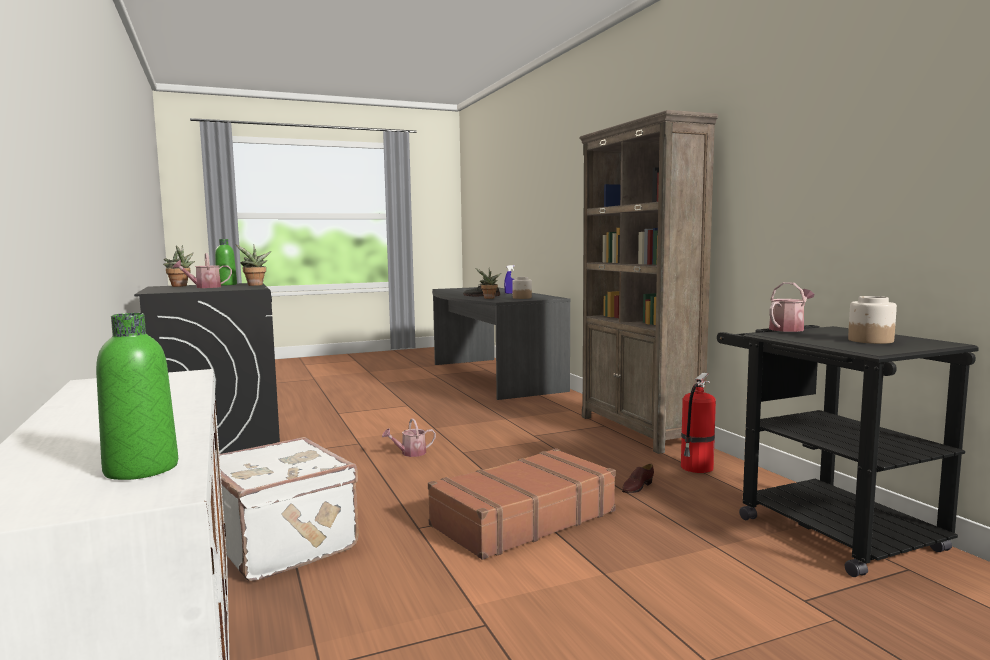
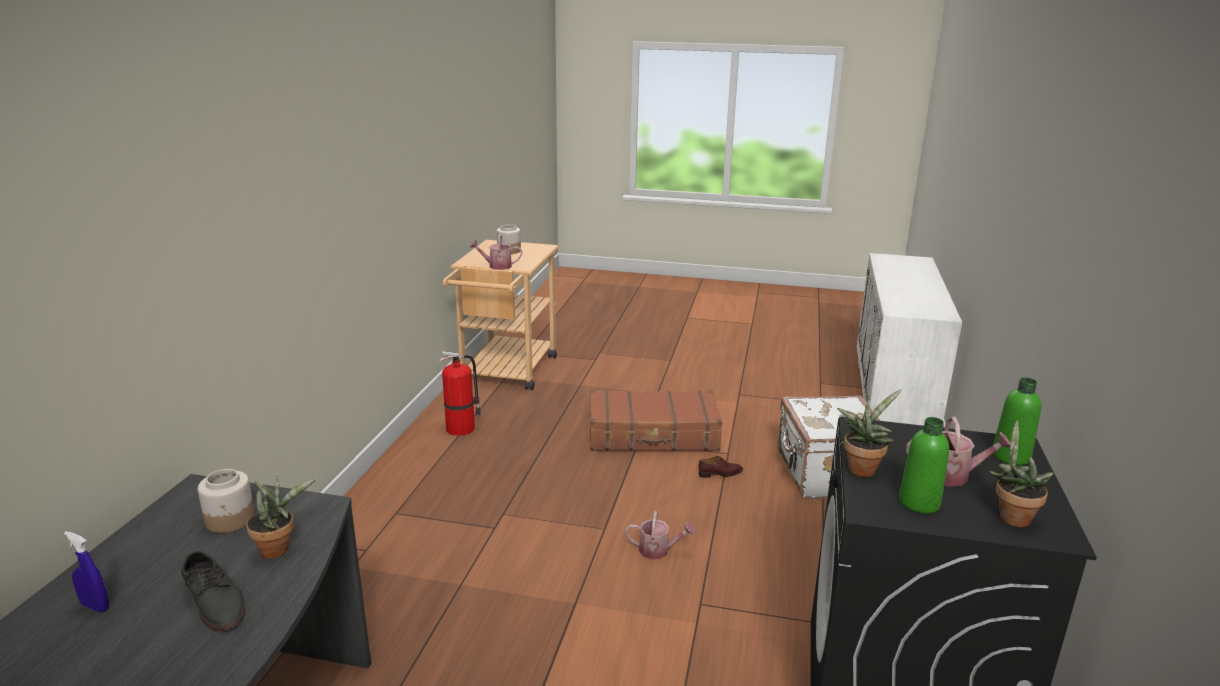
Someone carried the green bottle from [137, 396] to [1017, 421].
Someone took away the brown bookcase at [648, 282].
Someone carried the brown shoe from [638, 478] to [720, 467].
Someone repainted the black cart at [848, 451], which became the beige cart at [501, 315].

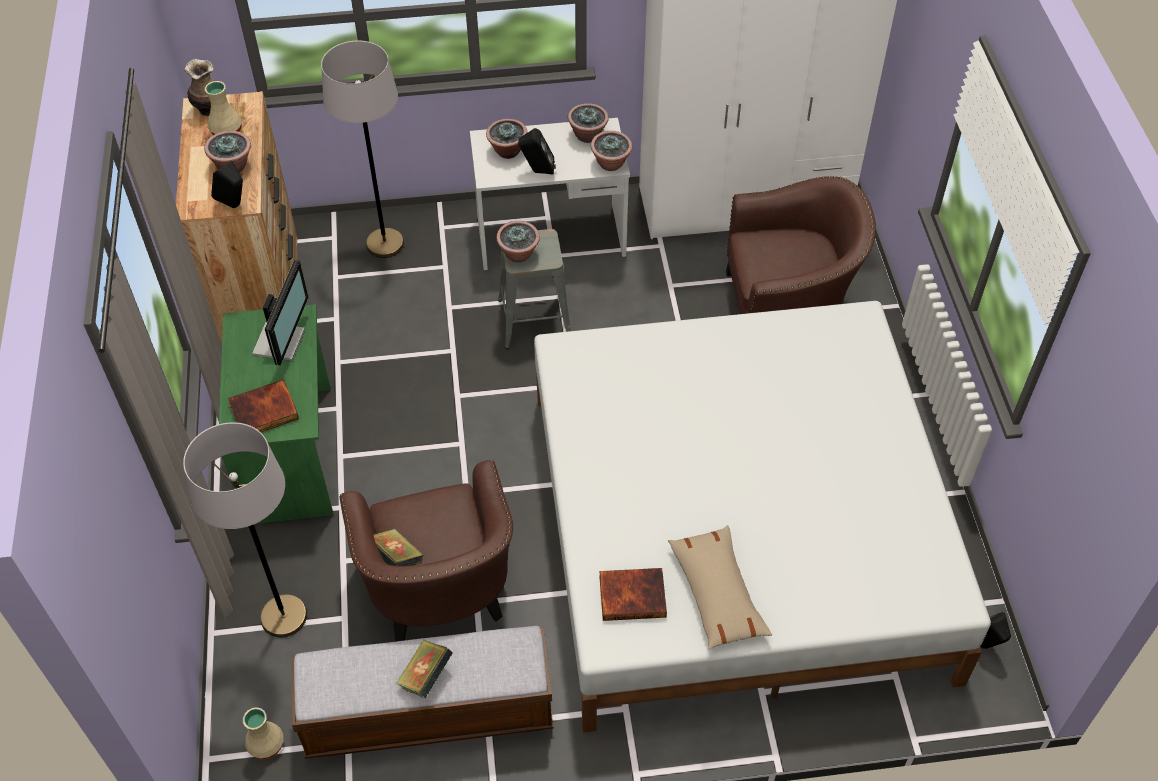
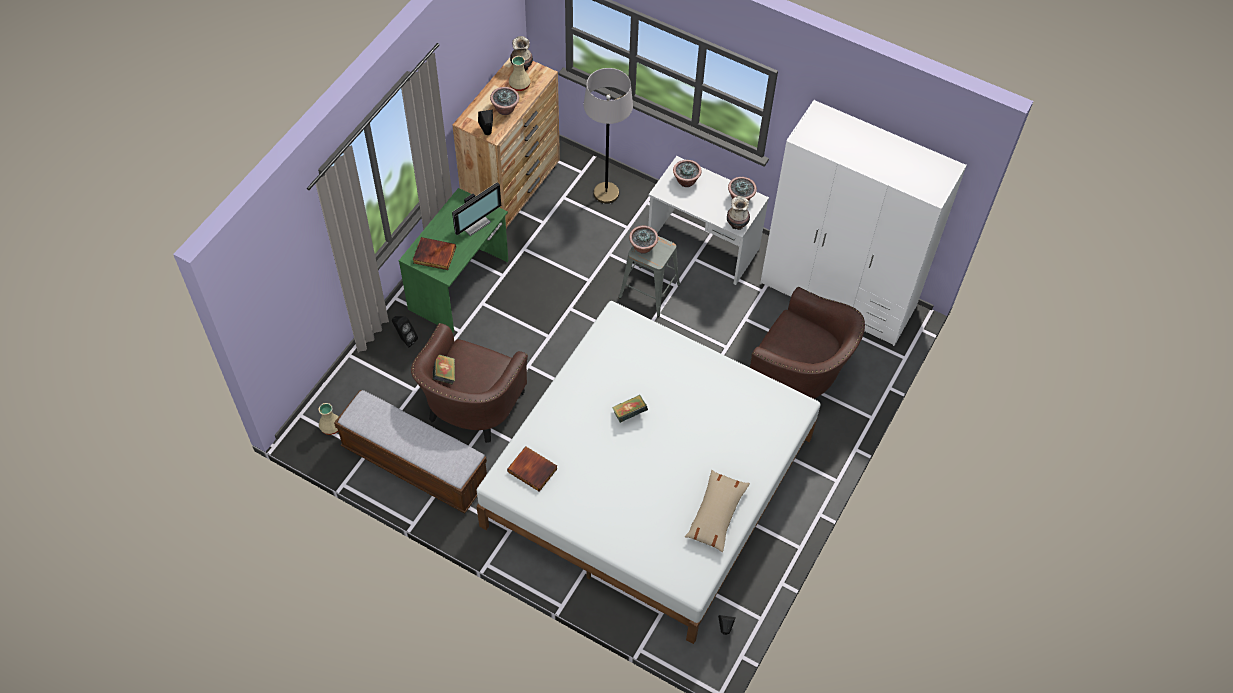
Someone took away the grey floor lamp at [245, 529].
Someone carried the book from [424, 669] to [630, 409].
Someone carried the black speaker from [537, 151] to [405, 331].
Someone swapped the potted plant at [611, 151] for the vase at [738, 213].
Someone carried the beige pillow from [720, 587] to [717, 511].

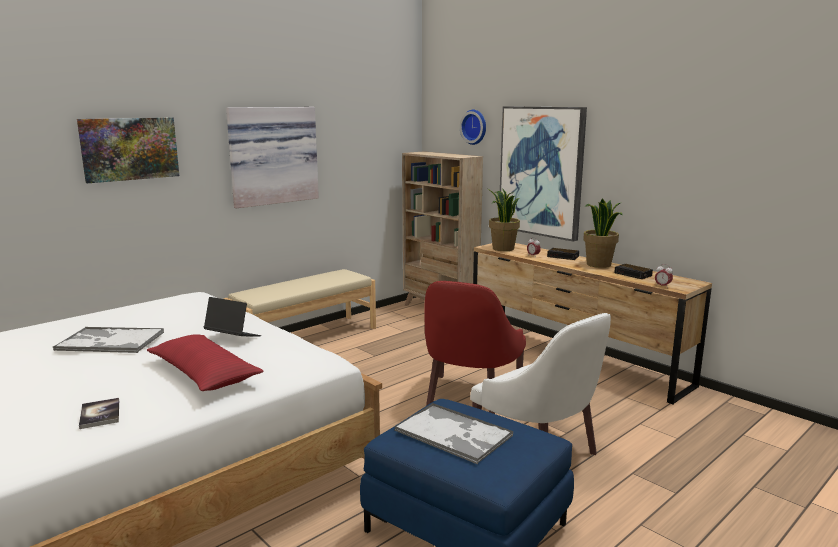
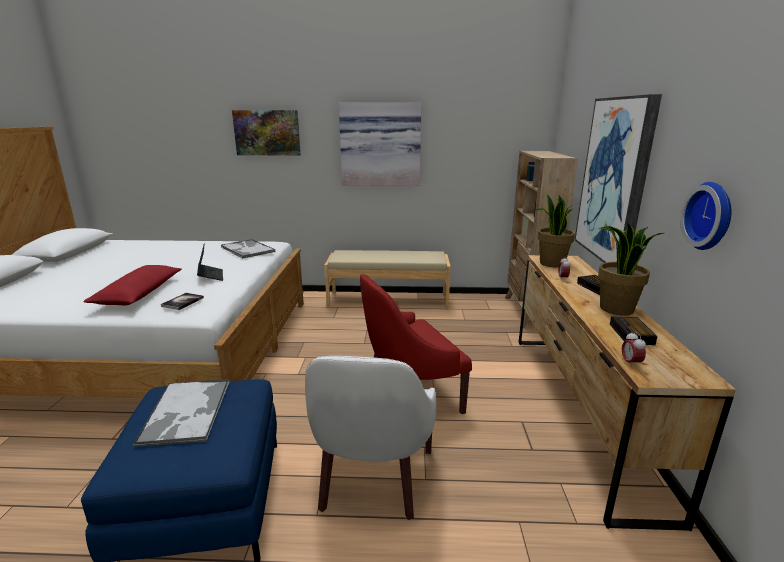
Someone carried the tray from [108, 340] to [248, 249].
Someone carried the book from [99, 413] to [182, 301].
Someone carried the wall clock from [473, 127] to [706, 216].

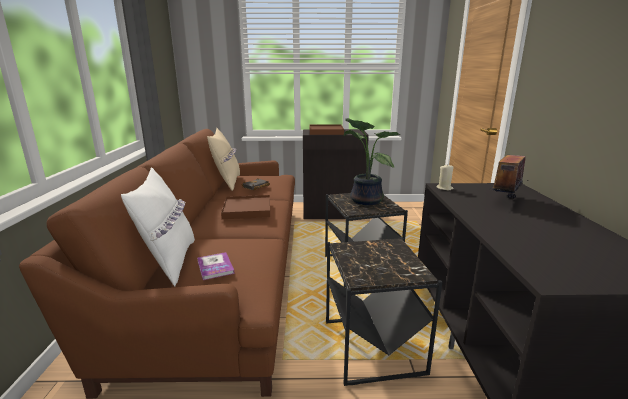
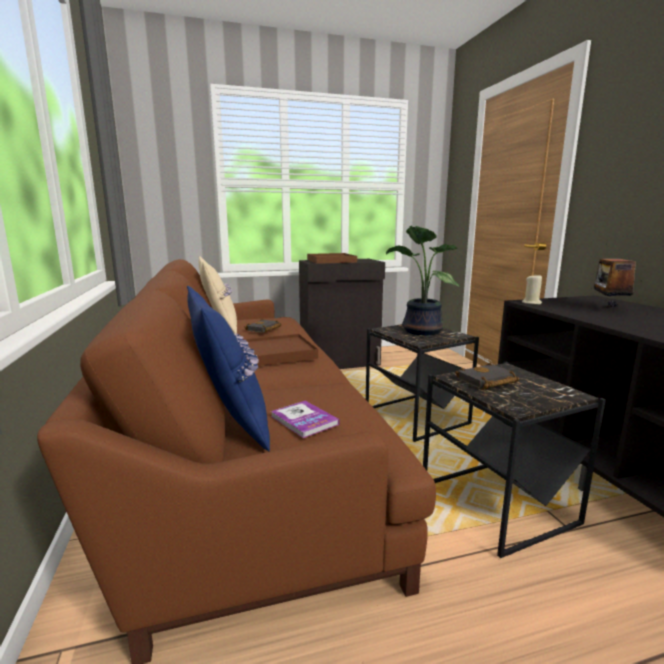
Someone repainted the white pillow at [158, 226], which became the blue pillow at [228, 368].
Someone put down the black book at [487, 376].

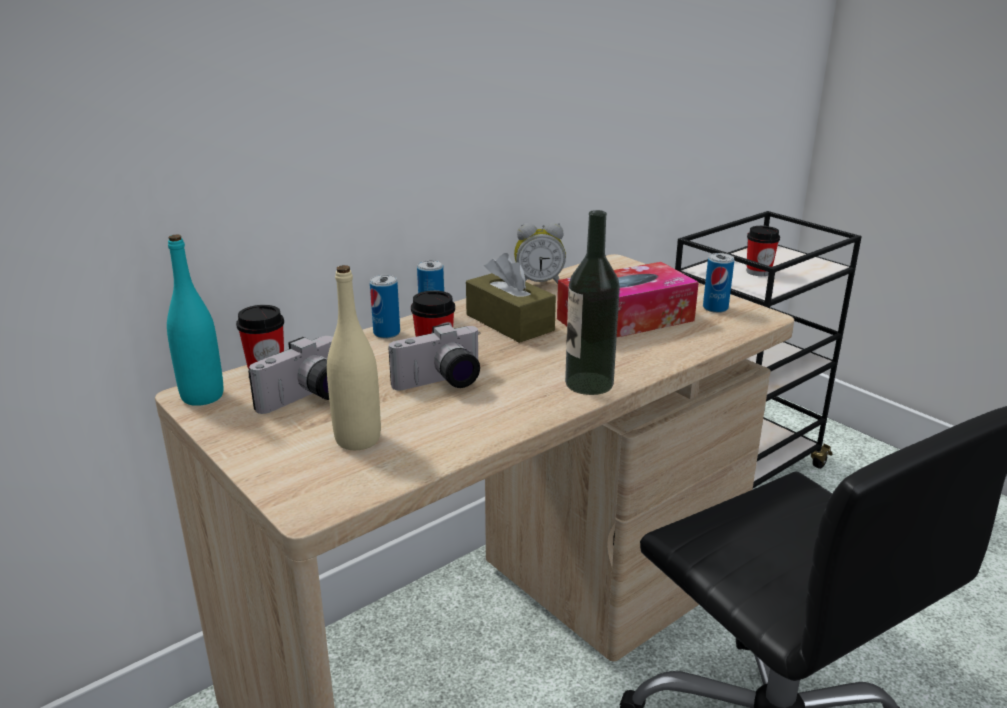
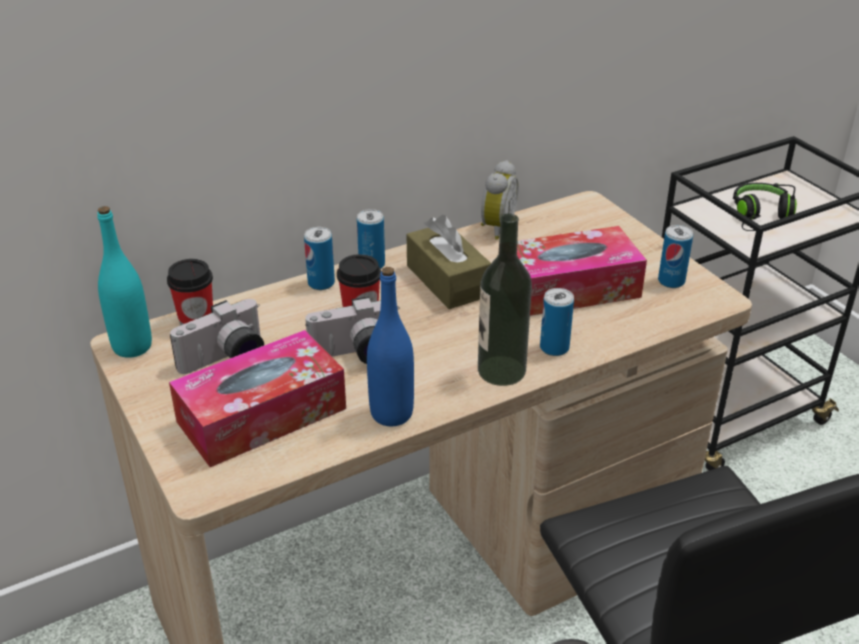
Someone swapped the beige bottle at [354, 357] for the tissue box at [257, 398].
Someone rotated the alarm clock at [540, 253] by 75 degrees counterclockwise.
Someone swapped the cup at [763, 251] for the black headphones at [765, 207].
Someone put down the blue bottle at [390, 346].
Someone put down the can at [557, 322].

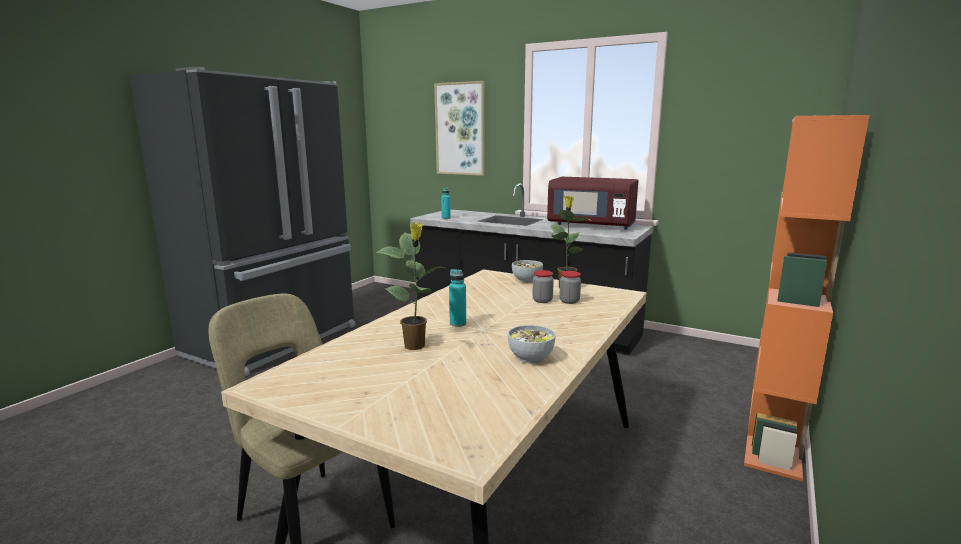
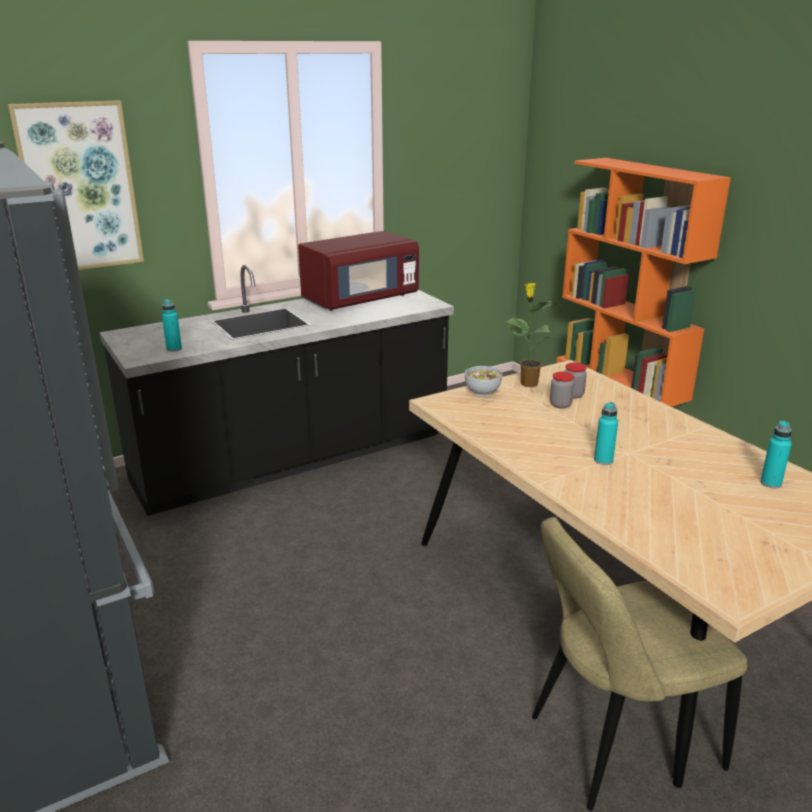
Someone took away the potted plant at [411, 286].
Someone took away the bowl at [531, 344].
Someone put down the turquoise bottle at [776, 454].

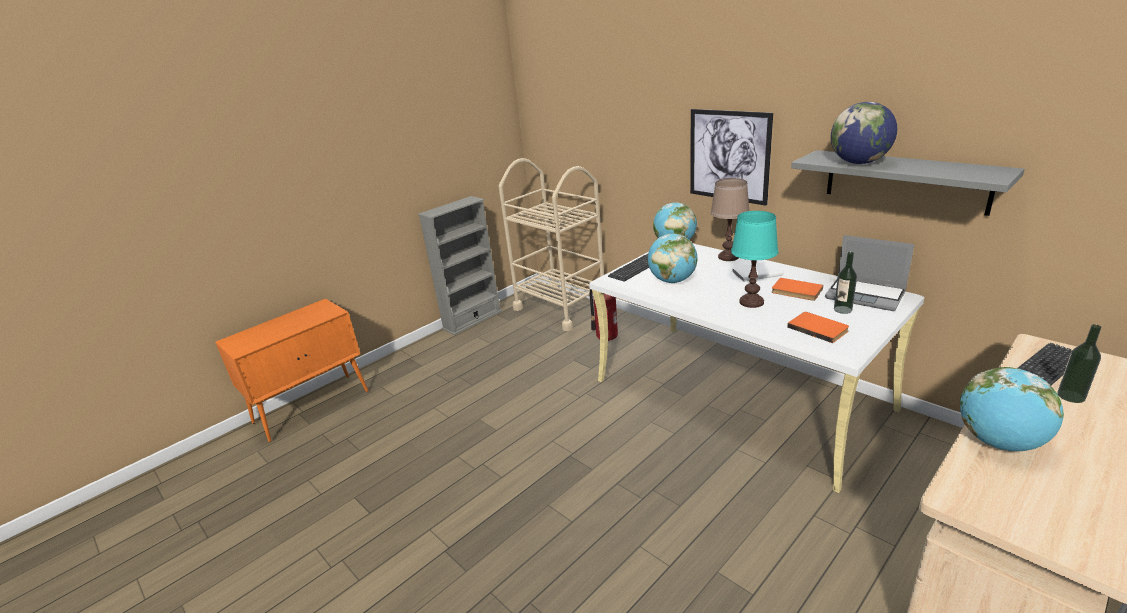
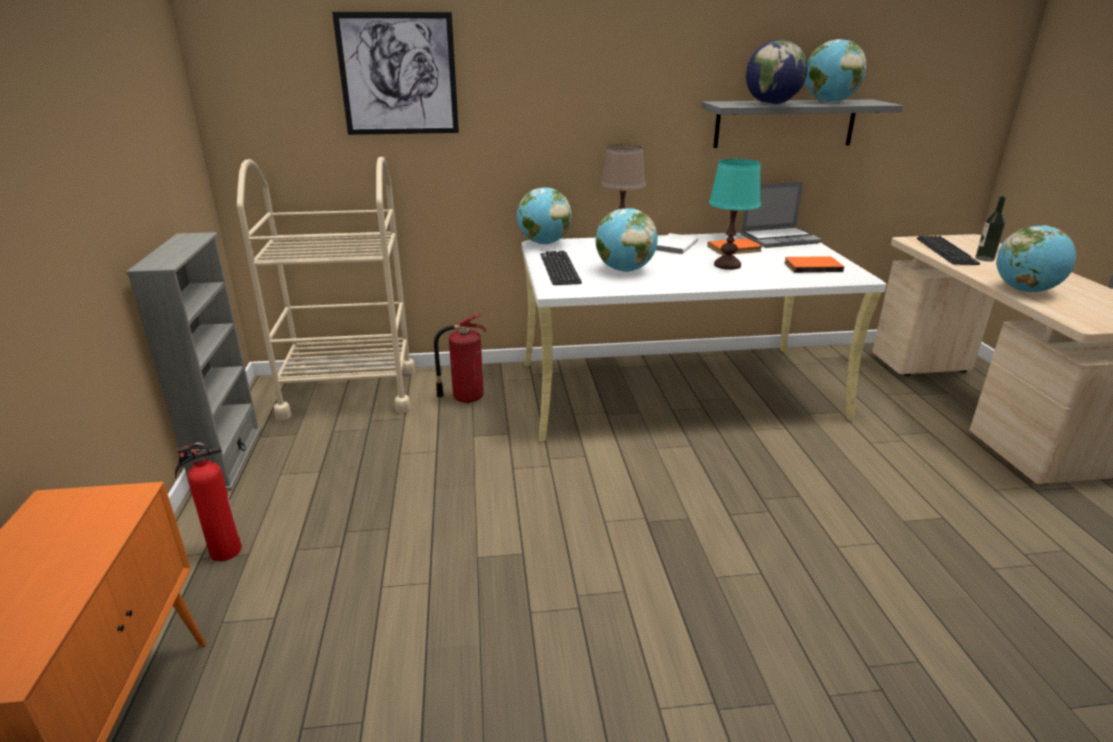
Someone carried the picture from [731, 157] to [395, 73].
Someone took away the bottle at [845, 283].
Someone put down the fire extinguisher at [208, 501].
Someone put down the globe at [835, 71].

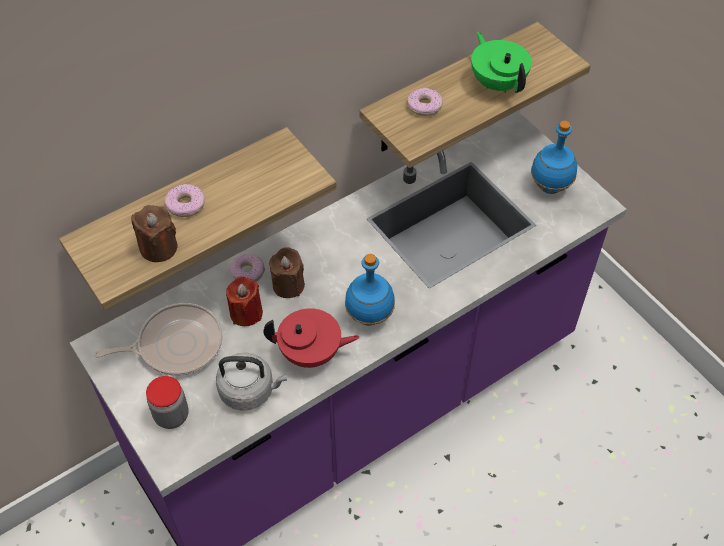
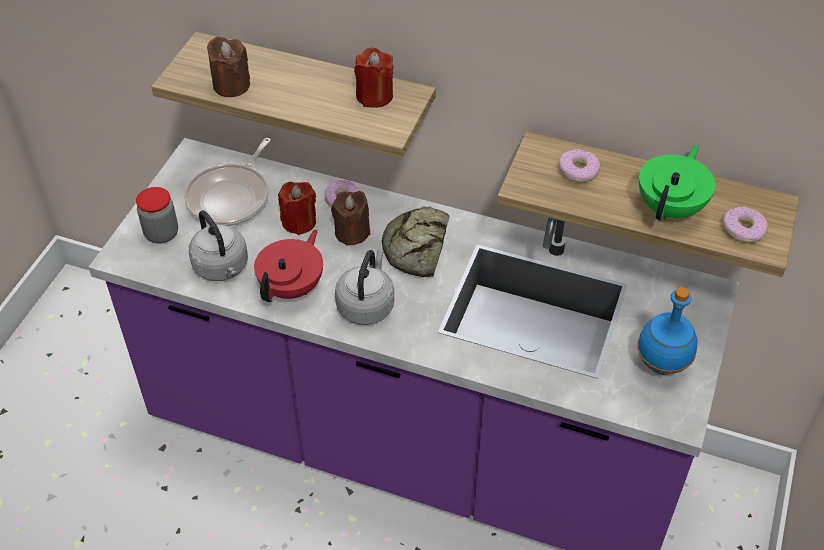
Someone rotated the frying pan at [158, 339] by 75 degrees clockwise.
Someone carried the donut from [185, 200] to [745, 224].
Someone rotated the red teapot at [312, 338] by 120 degrees counterclockwise.
Someone swapped the blue bottle at [370, 290] for the grey kettle at [364, 287].
Someone put down the red candle at [374, 78].
Someone put down the bread at [415, 241].

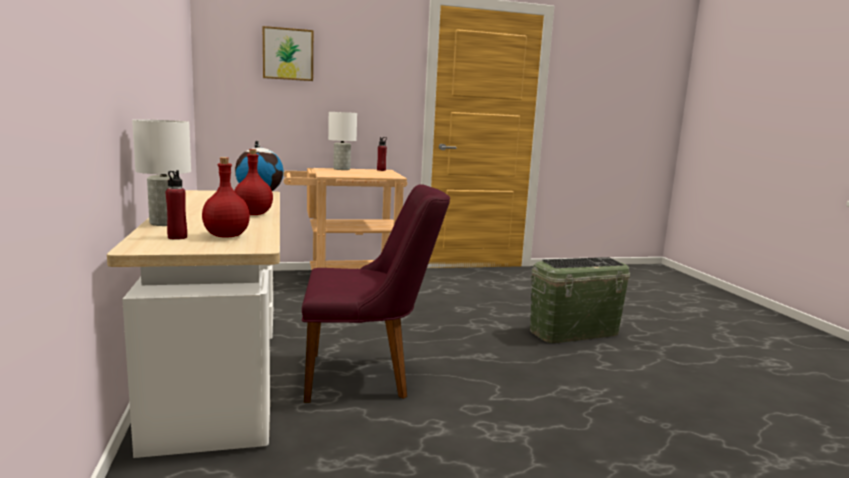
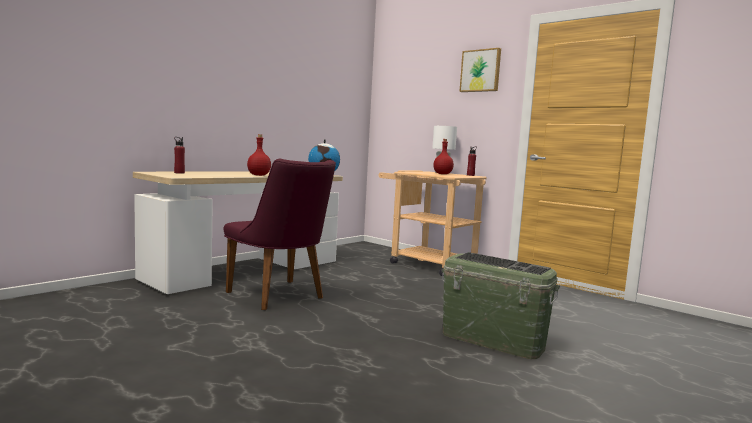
Someone took away the white table lamp at [161, 172].
Someone carried the red bottle from [226, 197] to [443, 156].
Someone carried the picture from [288, 53] to [480, 70].

